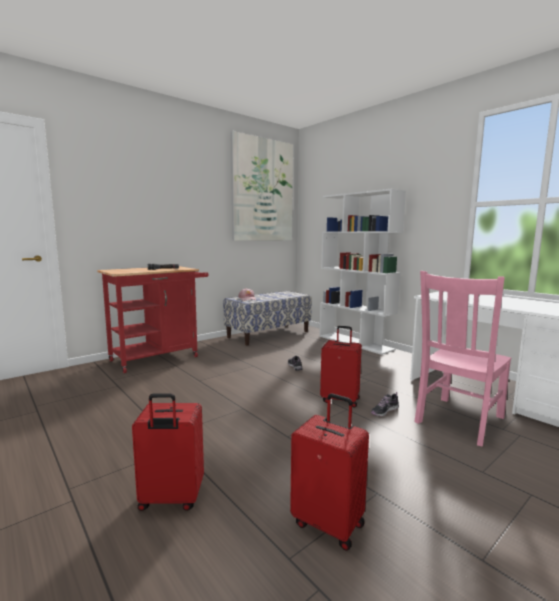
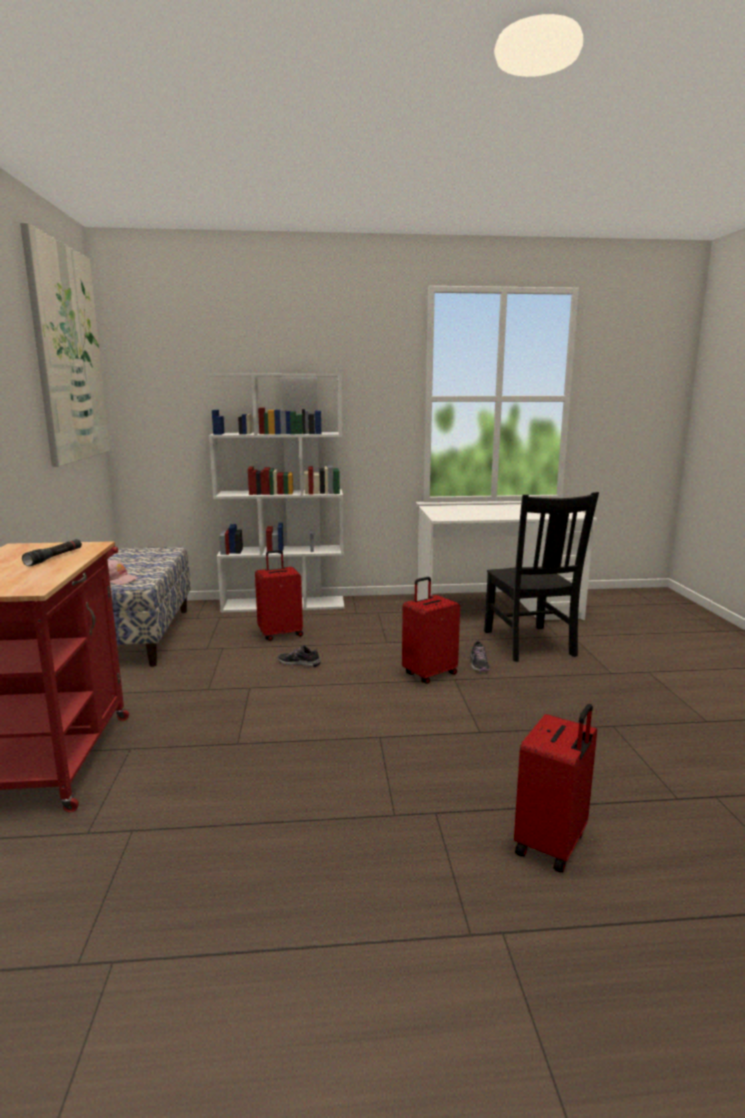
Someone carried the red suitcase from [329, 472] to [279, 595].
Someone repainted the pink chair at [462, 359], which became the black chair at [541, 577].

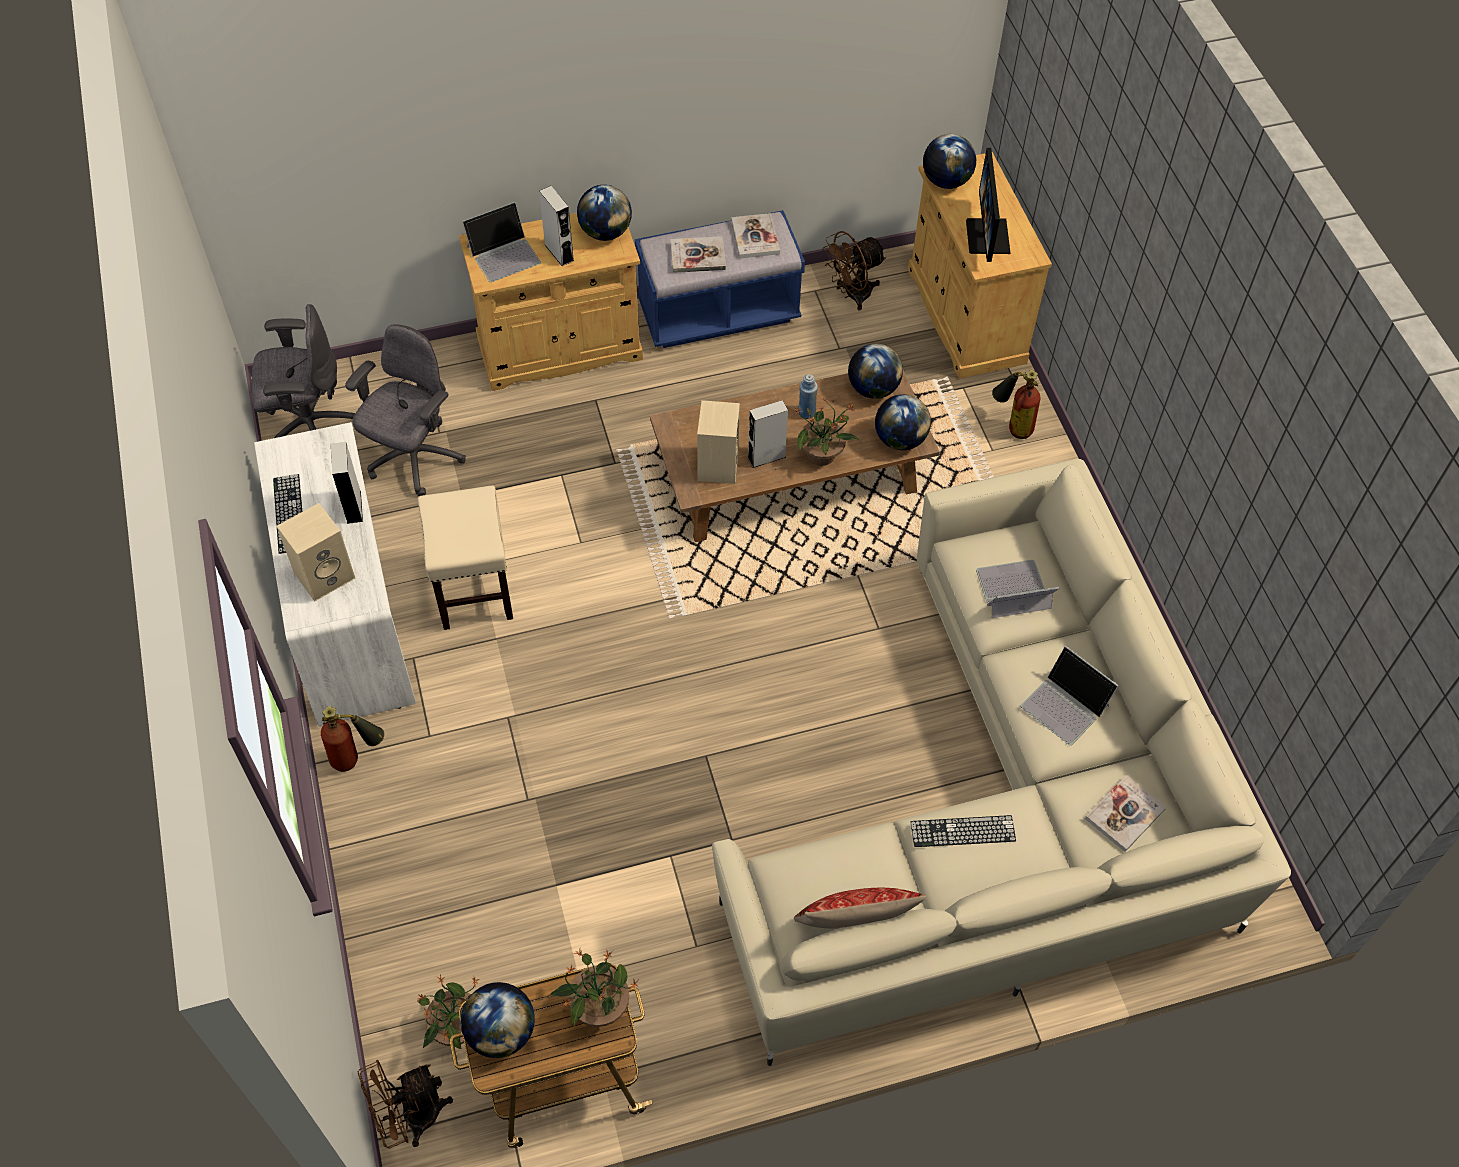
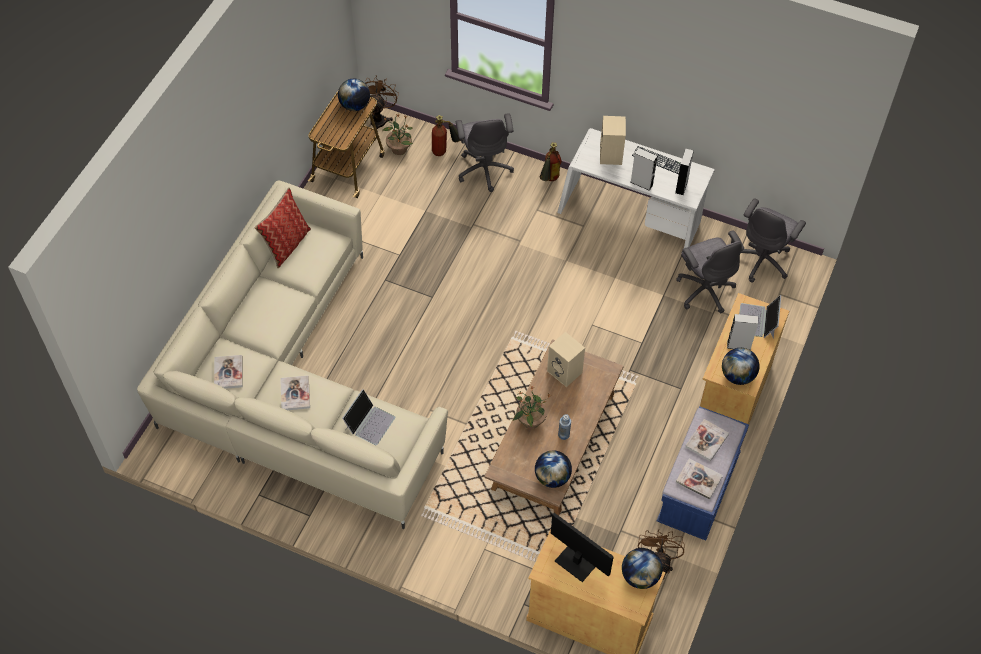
Someone took away the beige stool at [465, 558].
Someone took away the potted plant at [595, 988].
Someone carried the grey speaker from [767, 434] to [684, 171].
Someone took away the globe at [903, 422].
Someone took away the keyboard at [963, 831].
Someone carried the fire extinguisher from [1016, 404] to [446, 135].
Someone swapped the laptop at [1069, 695] for the book at [295, 393].
Someone put down the grey office chair at [485, 152].

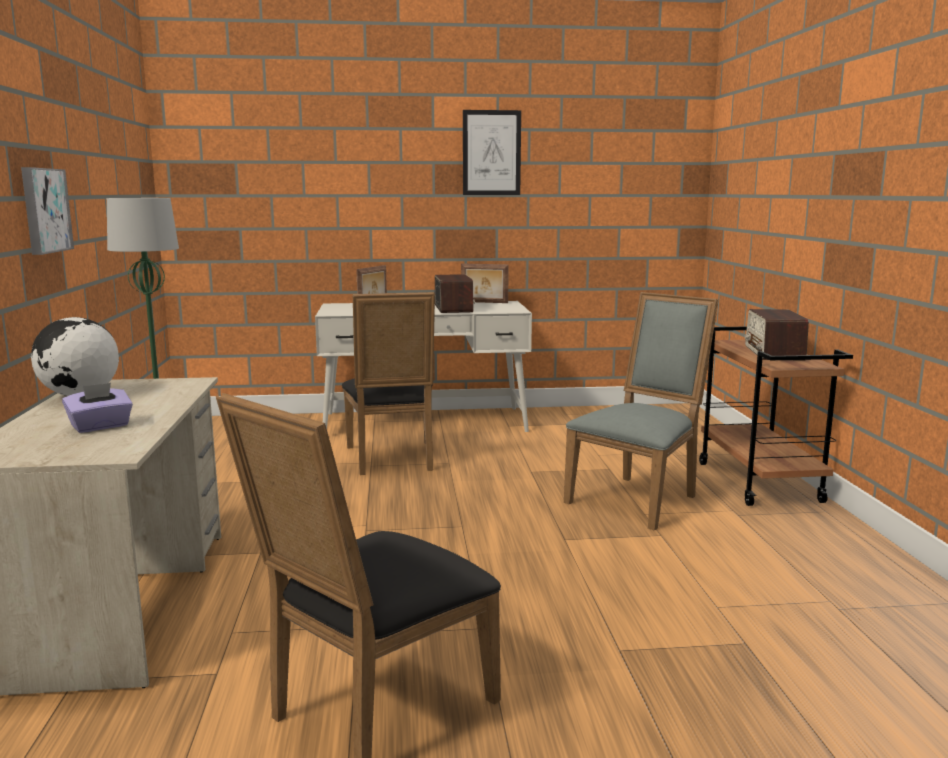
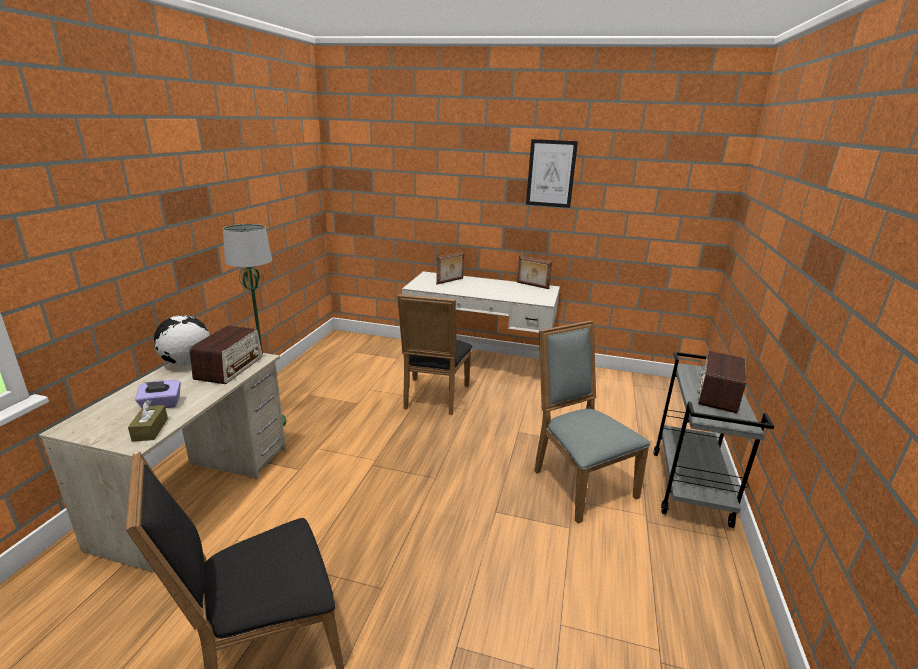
Someone took away the picture at [47, 211].
Someone carried the radio from [455, 293] to [226, 355].
Someone rotated the grey chair at [641, 411] by 90 degrees counterclockwise.
Someone repainted the brown cart at [776, 416], which became the grey cart at [714, 440].
Someone put down the brown tissue box at [148, 421].

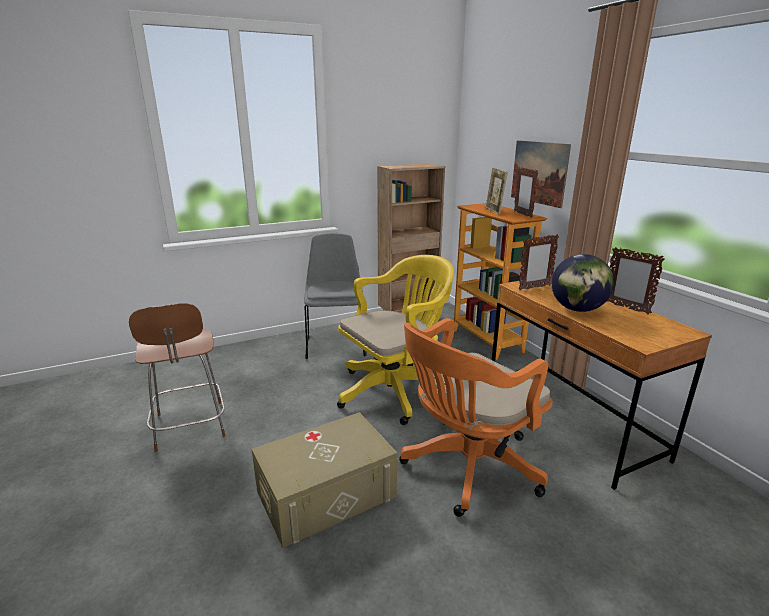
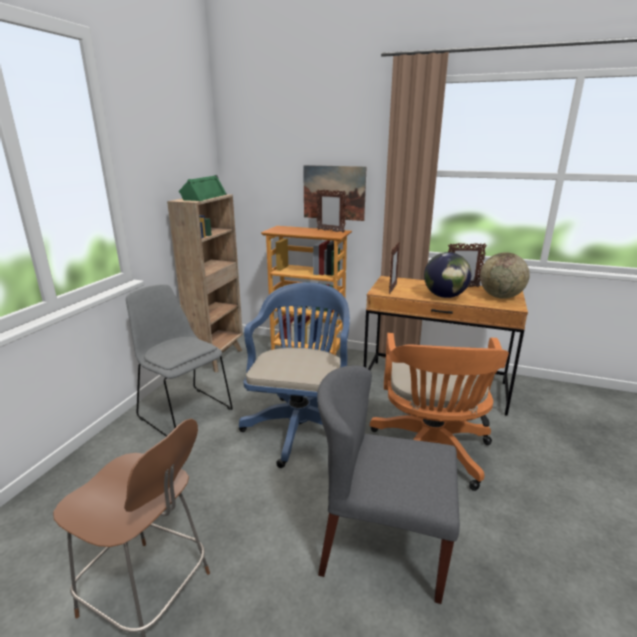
Someone swapped the beige storage box at [324, 480] for the grey chair at [388, 484].
Someone repainted the yellow office chair at [395, 340], which became the blue office chair at [294, 375].
Someone took away the picture frame at [497, 191].
Someone put down the green speaker at [203, 188].
Someone put down the globe at [505, 275].

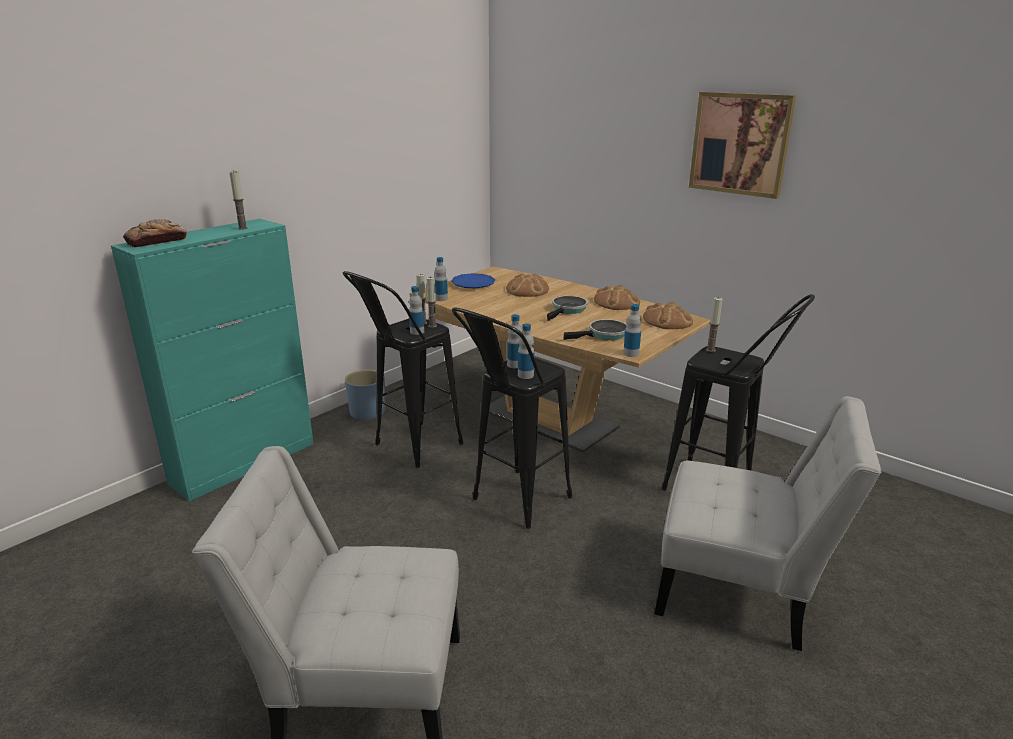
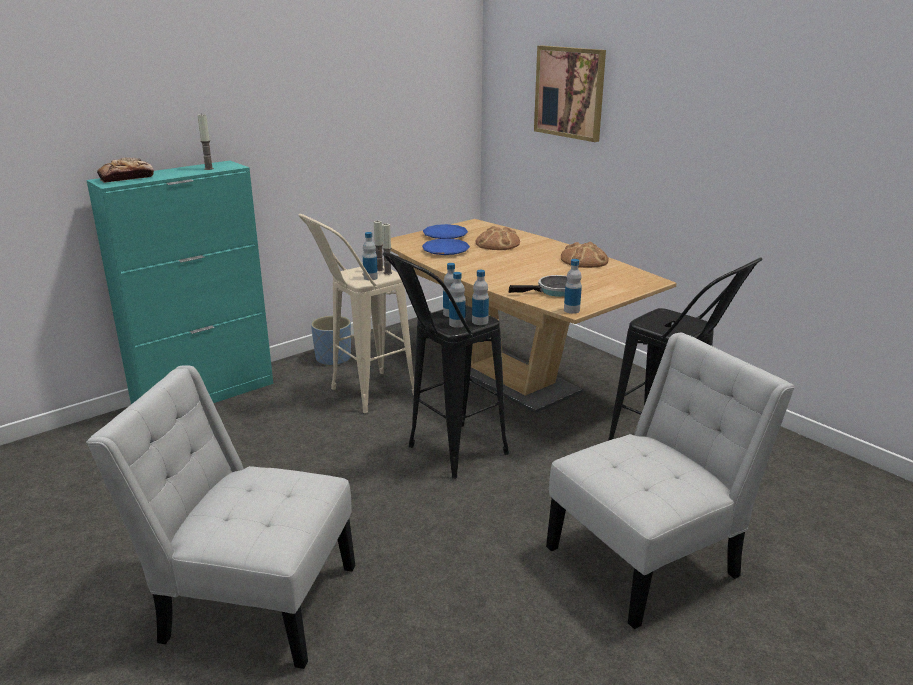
Someone repainted the black stool at [403, 369], which became the beige stool at [356, 313].
Someone carried the bottle from [441, 279] to [480, 297].
Someone took away the frying pan at [567, 308].
Someone took away the bread at [668, 315].
Someone rotated the white chair at [768, 523] by 60 degrees counterclockwise.
Someone carried the picture from [742, 145] to [570, 93].
Someone took away the candle at [714, 324].
Someone put down the blue plate at [446, 247].

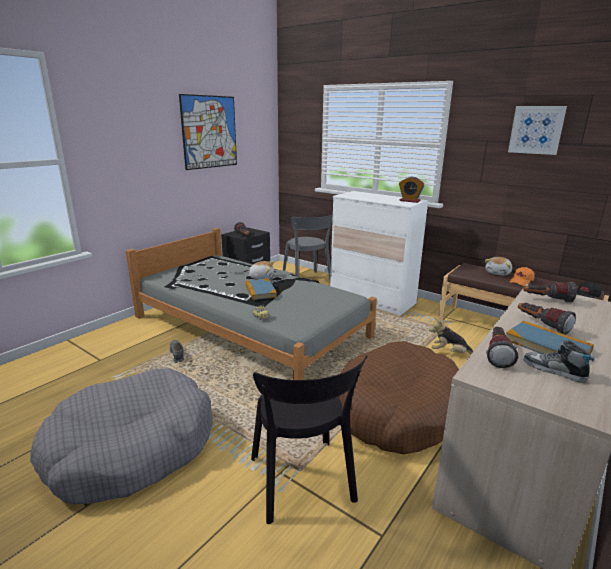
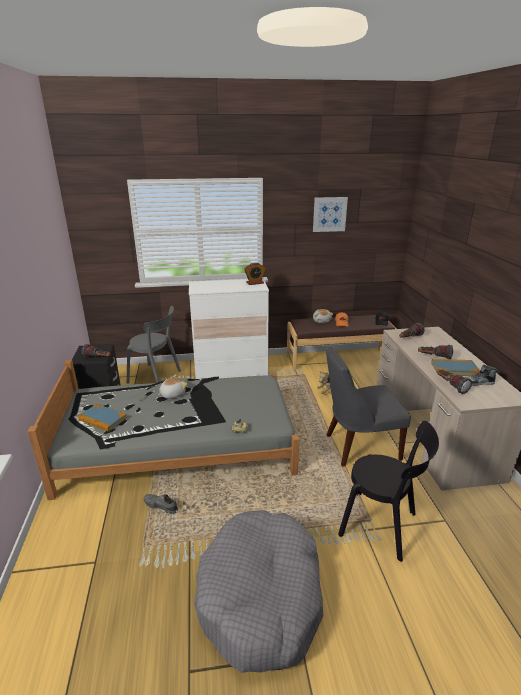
Someone took away the picture at [208, 132].
Someone carried the book from [261, 289] to [102, 418].
Someone swapped the brown dog bed at [398, 398] for the grey chair at [368, 407].

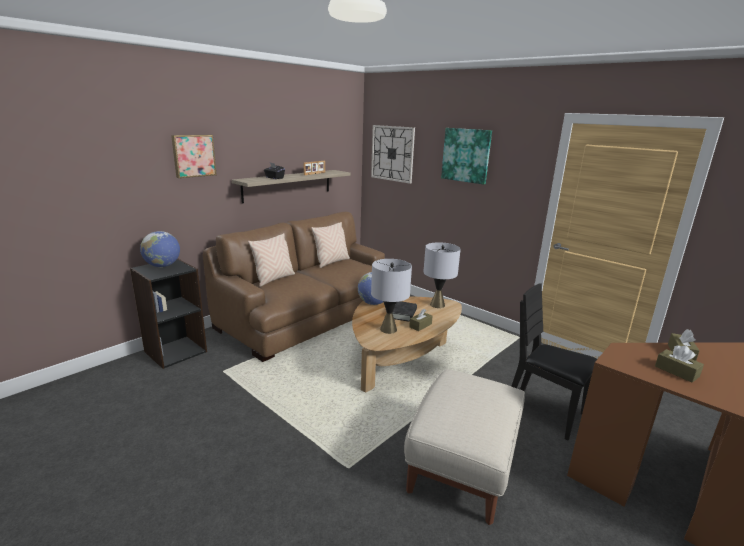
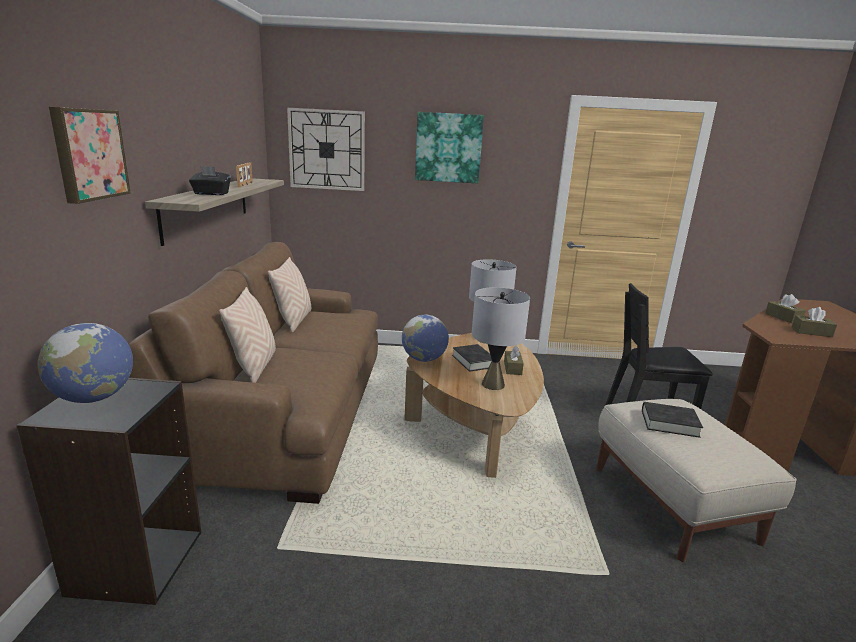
Someone put down the black book at [672, 420].

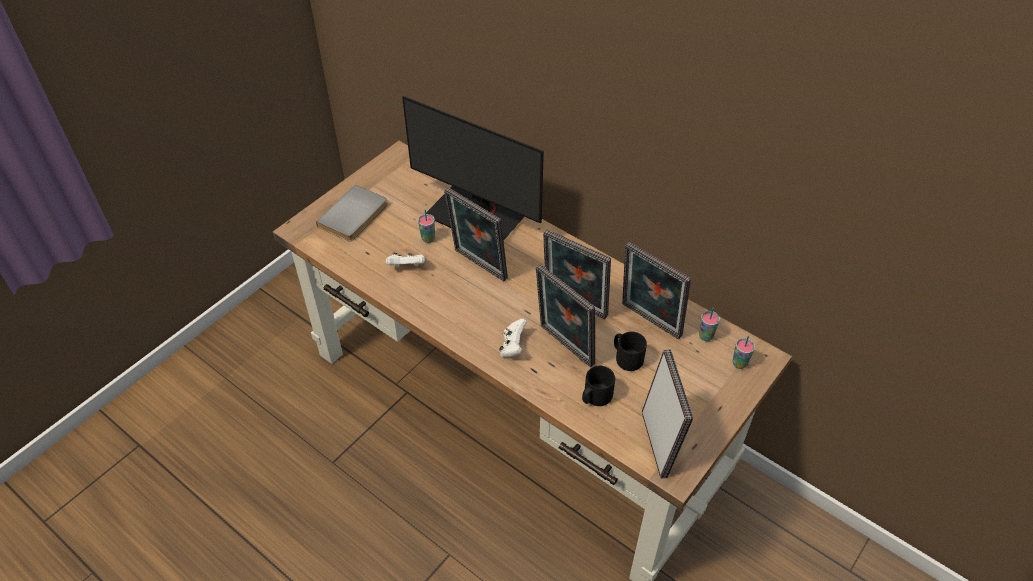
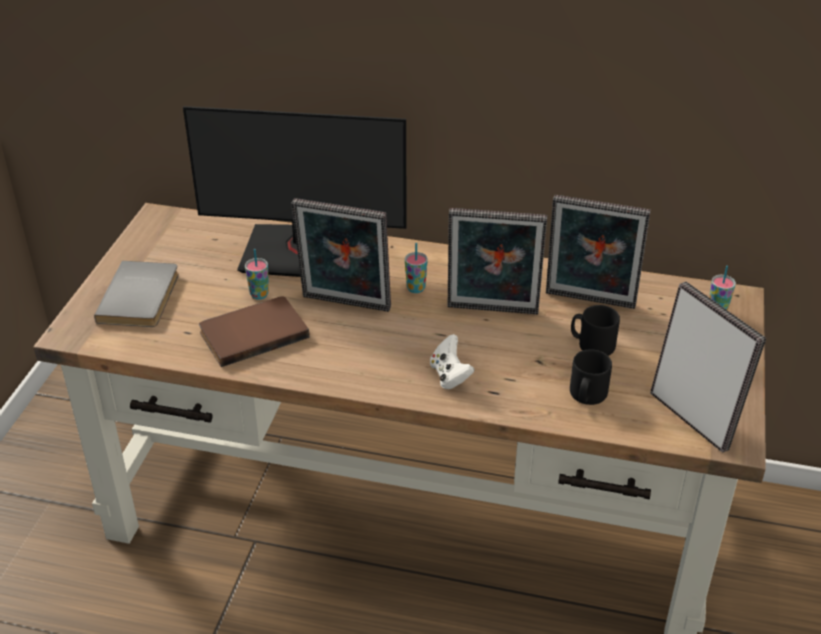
Someone swapped the white game controller at [405, 260] for the brown book at [254, 331].
Someone took away the picture frame at [565, 315].
Someone carried the cup from [709, 324] to [416, 268].

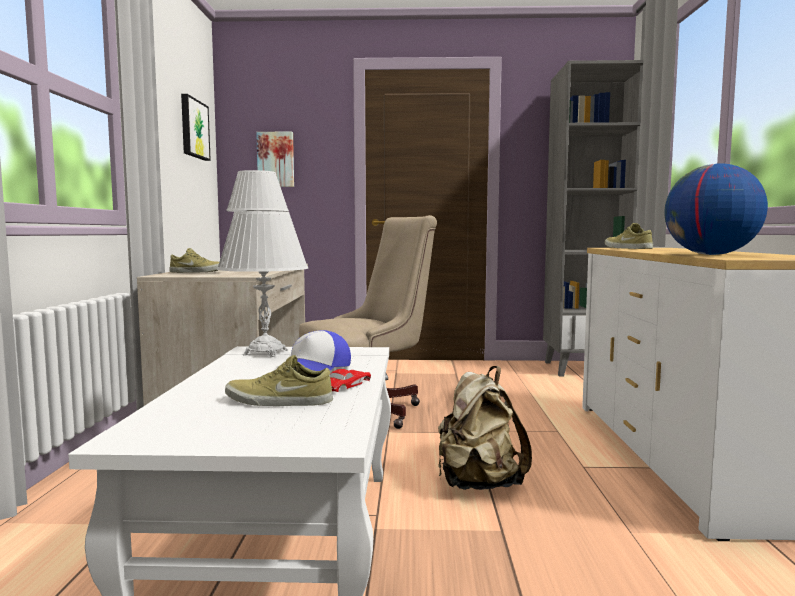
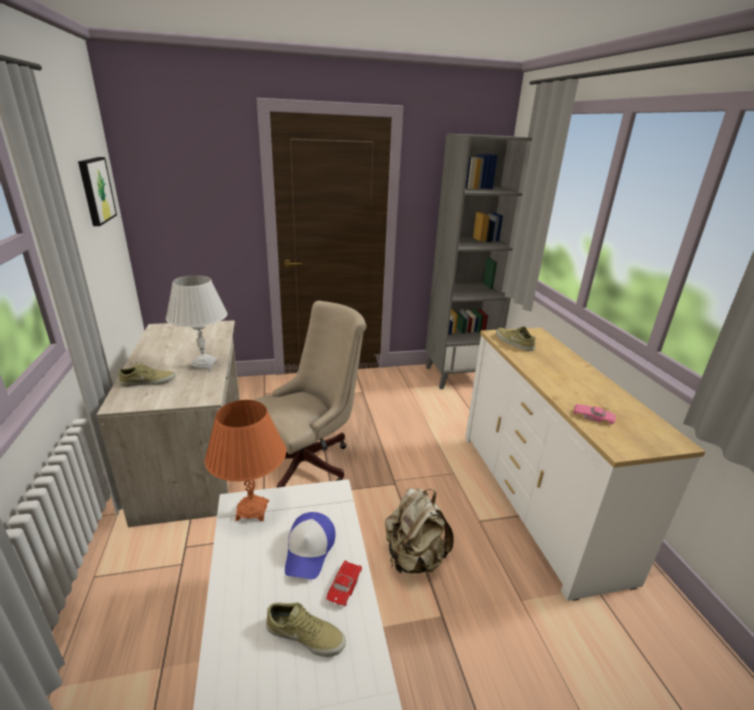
Someone repainted the white table lamp at [262, 284], which became the orange table lamp at [245, 460].
Someone rotated the beige shoe at [279, 380] by 150 degrees counterclockwise.
Someone took away the picture at [275, 159].
Someone swapped the globe at [716, 209] for the pink toy car at [594, 414].

